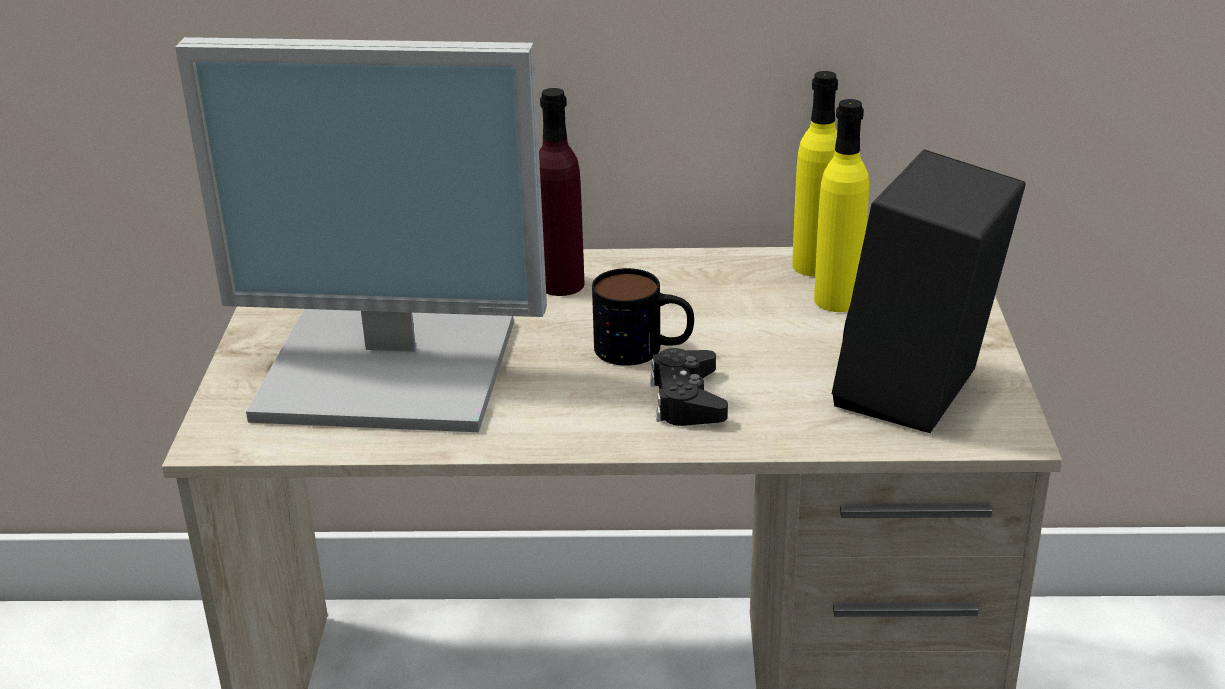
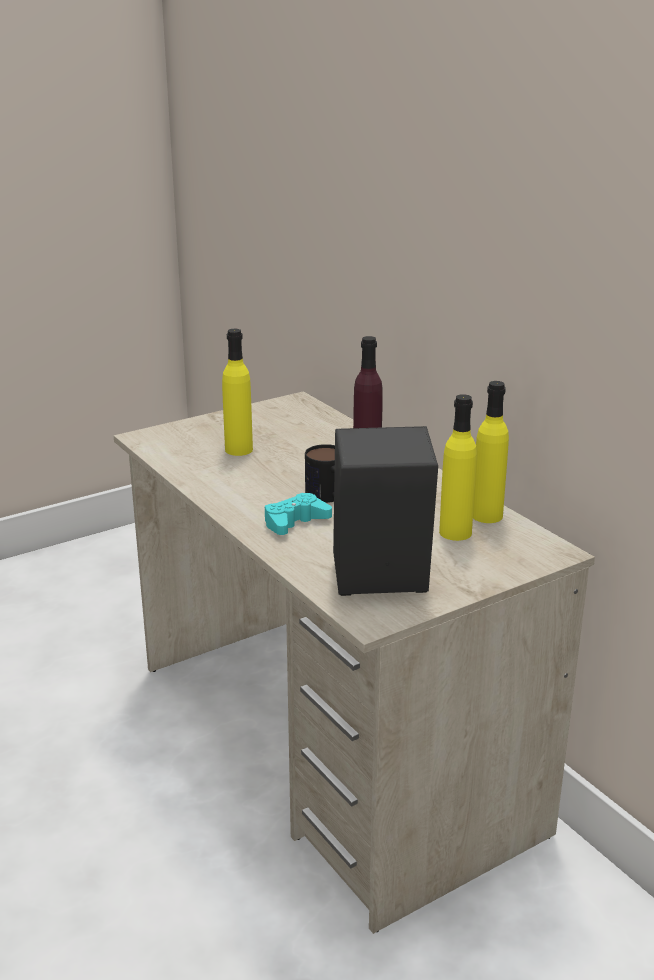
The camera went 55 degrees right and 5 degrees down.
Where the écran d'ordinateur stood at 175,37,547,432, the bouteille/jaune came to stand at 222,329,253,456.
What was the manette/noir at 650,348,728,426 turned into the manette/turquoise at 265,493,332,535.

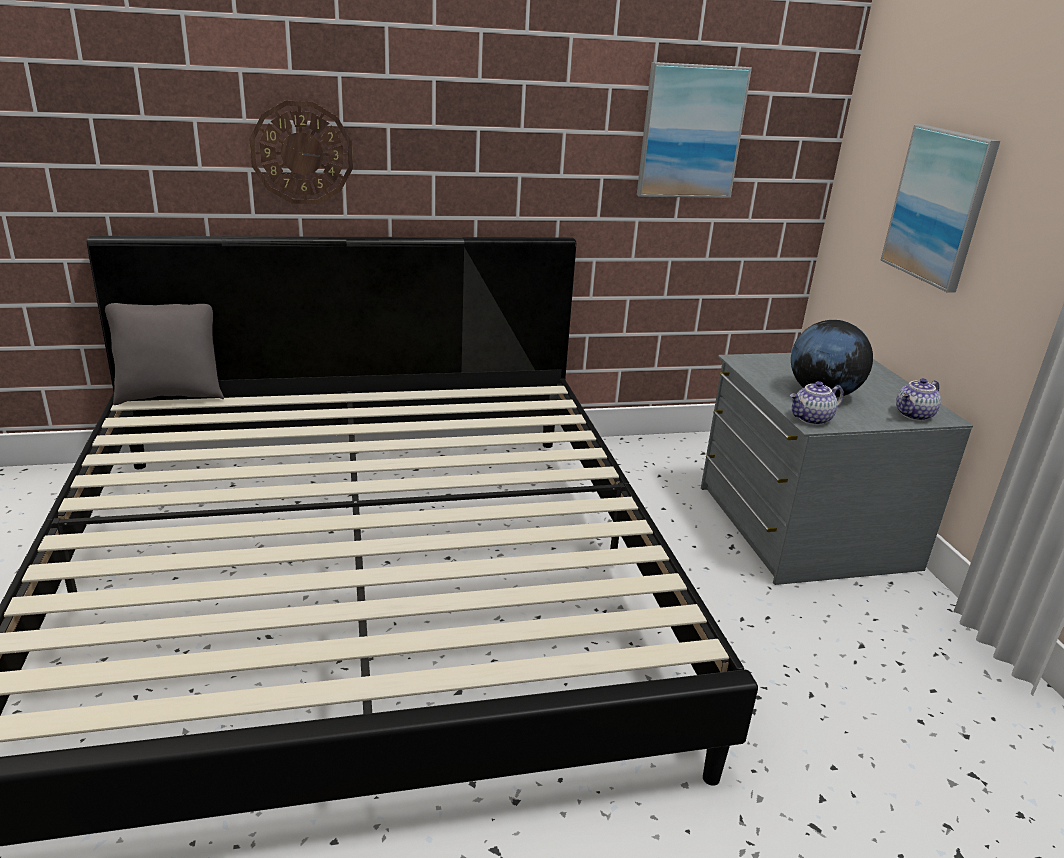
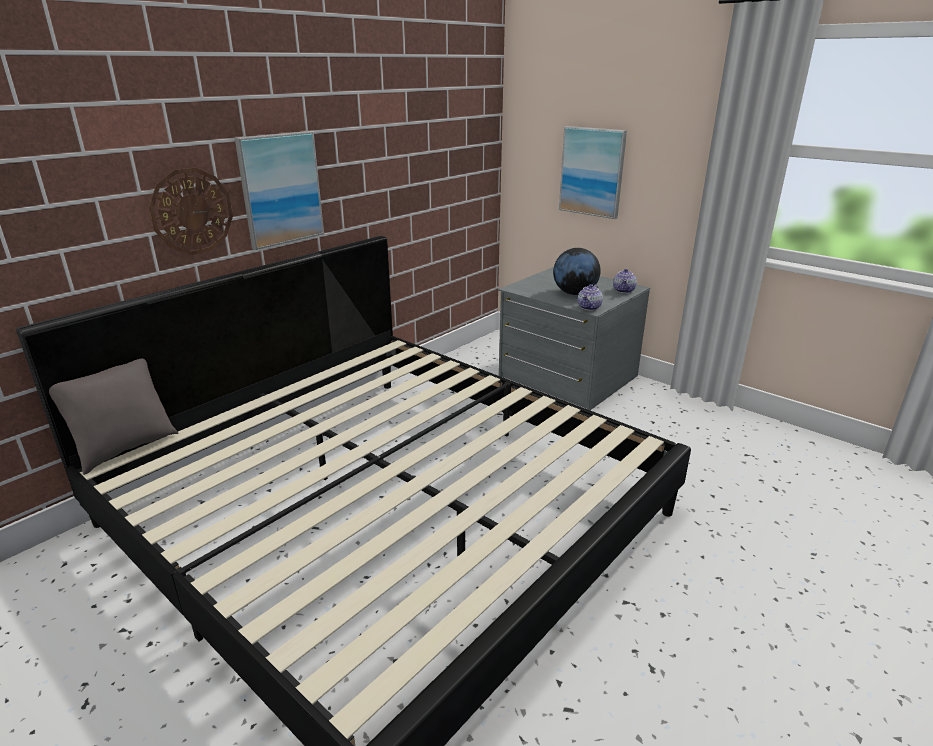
The camera went 35 degrees left and 0 degrees up.
The tableau ended up elsewhere, having gone from 637,62,752,198 to 235,131,324,250.

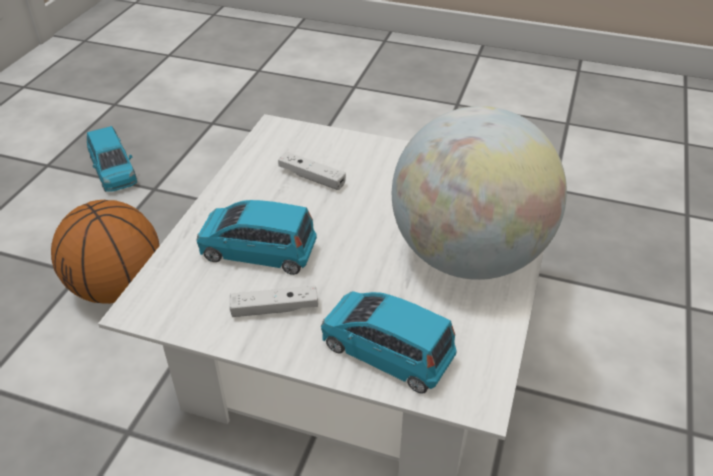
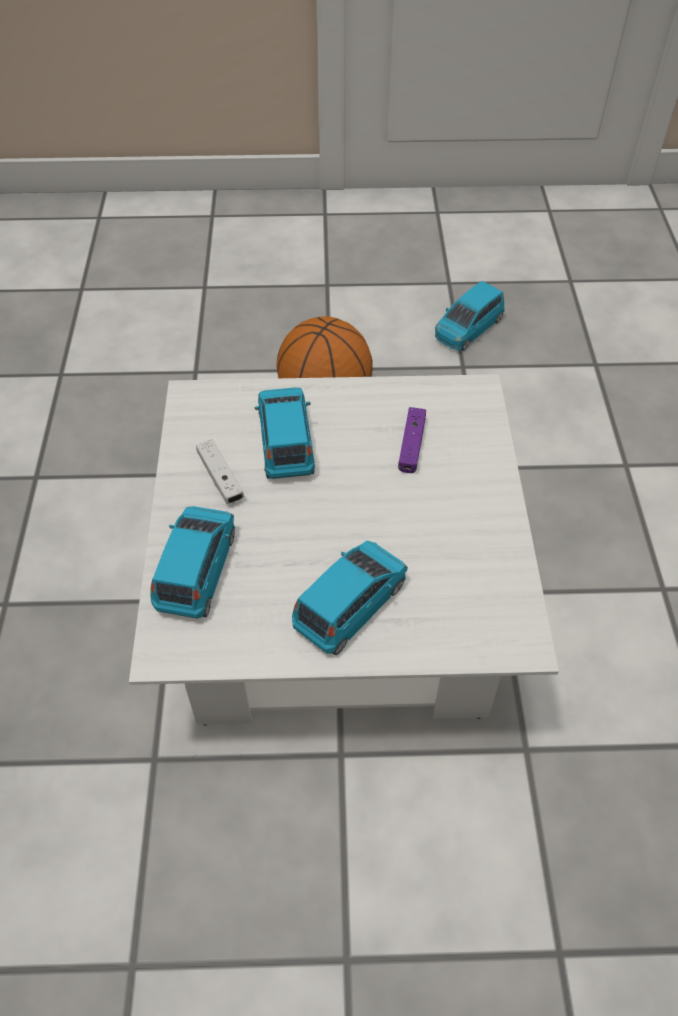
The camera went 70 degrees right and 10 degrees up.
Where the globe stood at 392,106,567,280, the petite voiture/bleu came to stand at 292,541,408,655.
What was the manette/blanc at 278,152,346,190 turned into the manette/violet at 398,407,426,473.

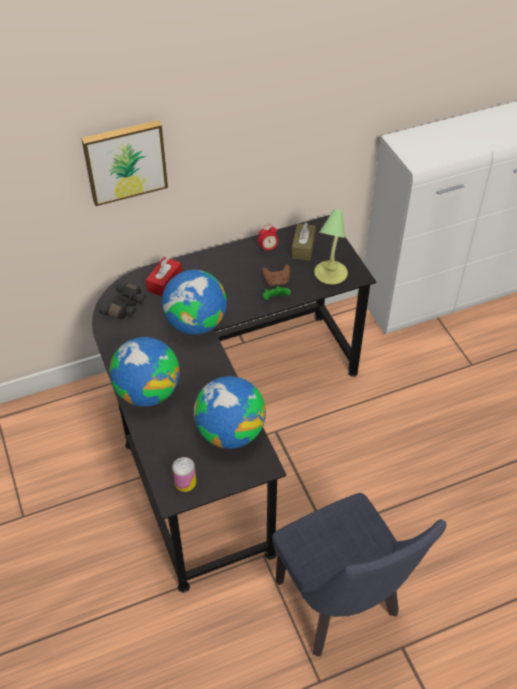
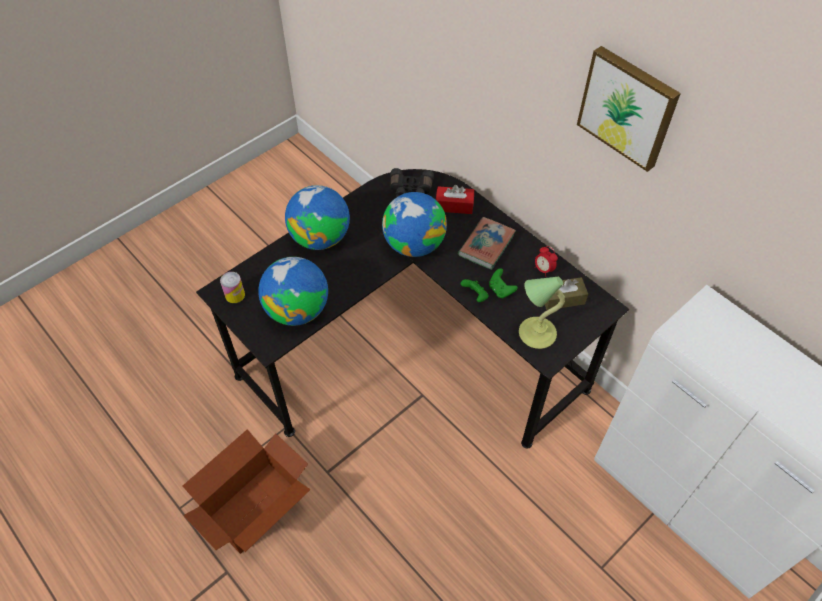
The camera went 70 degrees right and 5 degrees up.
Where the chaise/bleu stood at 272,493,446,656, the carton came to stand at 183,429,311,553.
The second view gained the livre at 458,217,516,270.
What was the manette/marron at 262,264,290,286 turned into the manette/vert at 489,268,518,298.
The tableau ended up elsewhere, having gone from 81,120,168,206 to 577,46,681,172.

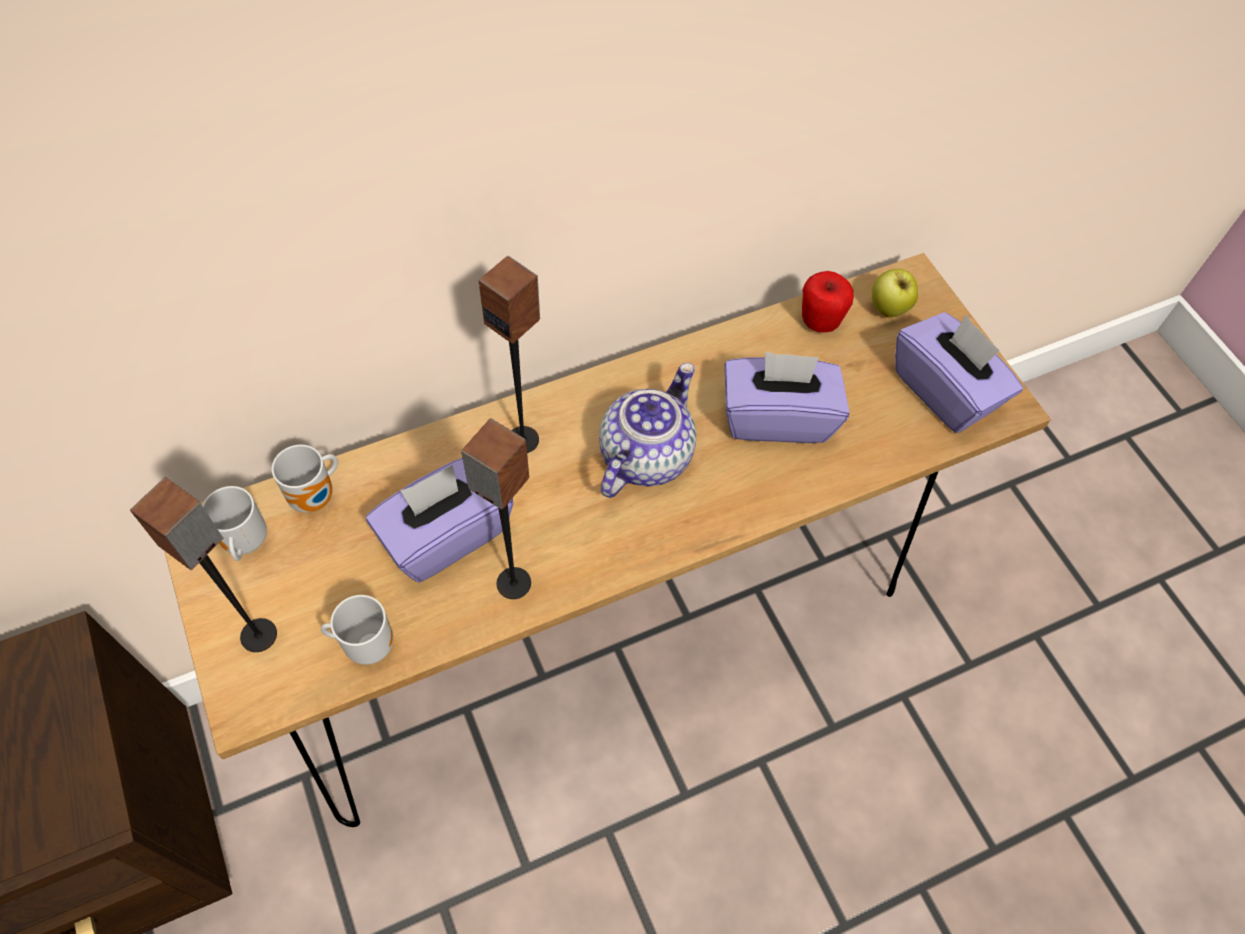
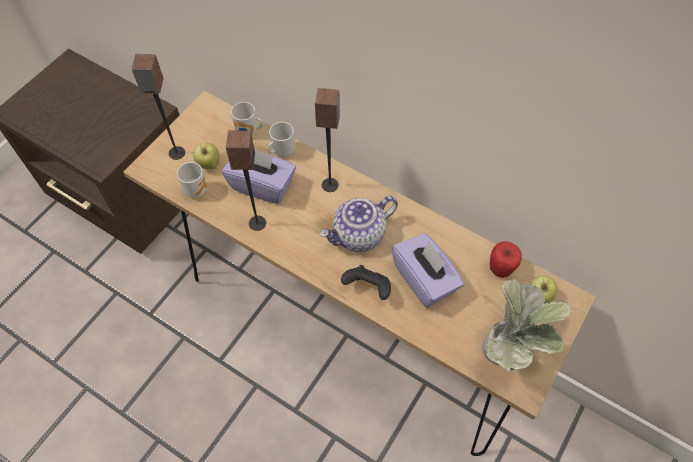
The camera went 60 degrees right and 0 degrees up.
The second view gained the pomme at 193,143,220,169.
The mug ended up elsewhere, having gone from 202,486,267,561 to 267,122,295,157.
The théière at 599,363,696,498 ended up facing another way, 150 degrees clockwise from before.
The second view gained the manette/noir at 341,265,391,300.
Where the boîte à mouchoirs/violet stood at 895,312,1023,433, the plante en pot came to stand at 482,278,571,371.

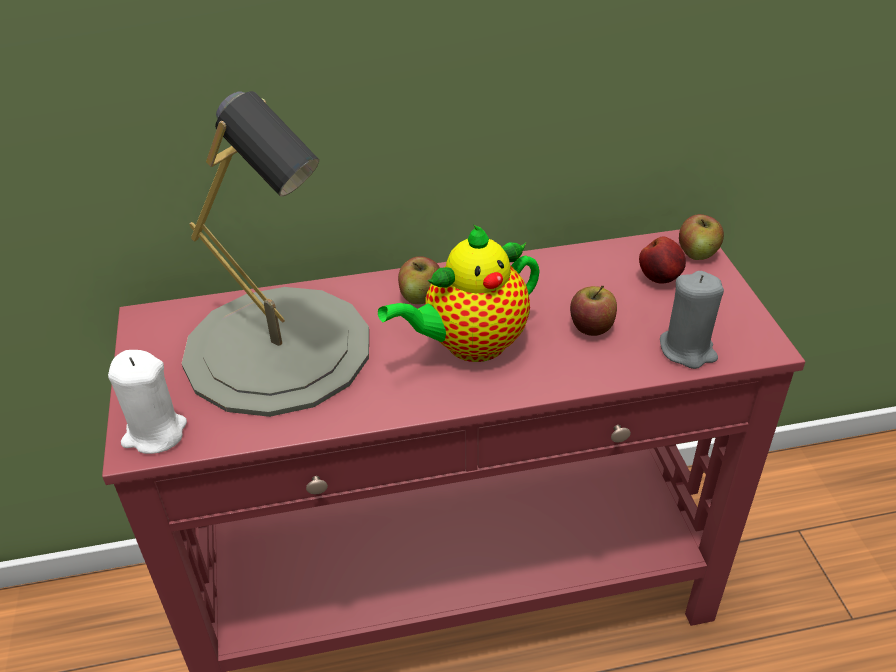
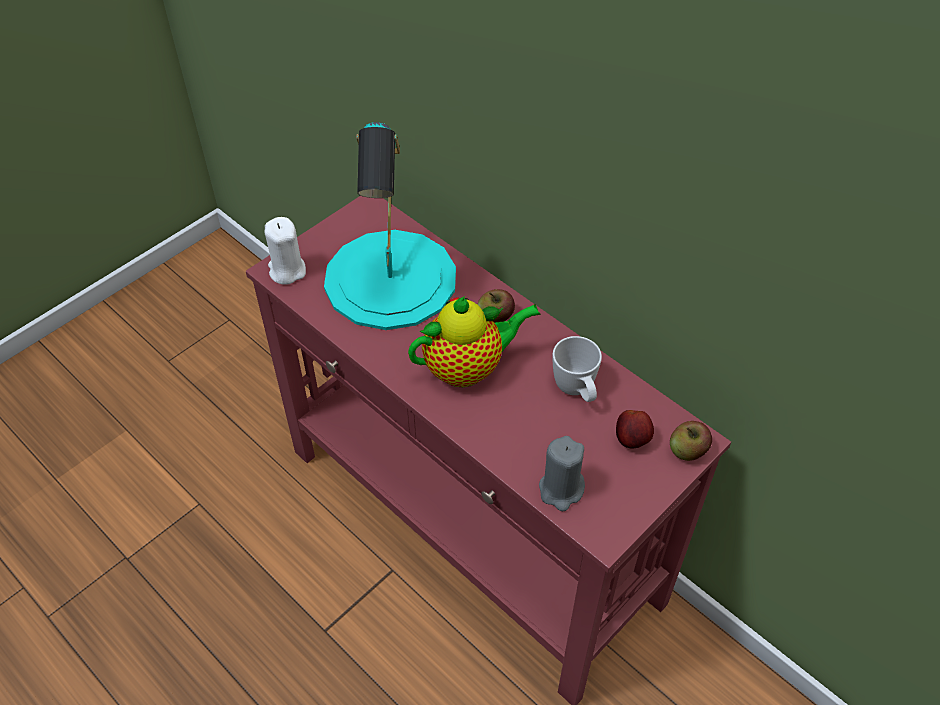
The camera went 55 degrees right and 10 degrees up.
What was the lampe de table/gris at 182,91,369,417 turned into the lampe de table/turquoise at 324,122,456,330.
The théière at 378,225,540,362 ended up facing another way, 135 degrees clockwise from before.
The second view gained the mug/blanc at 552,336,602,402.
The second view lost the pomme at 570,286,617,336.

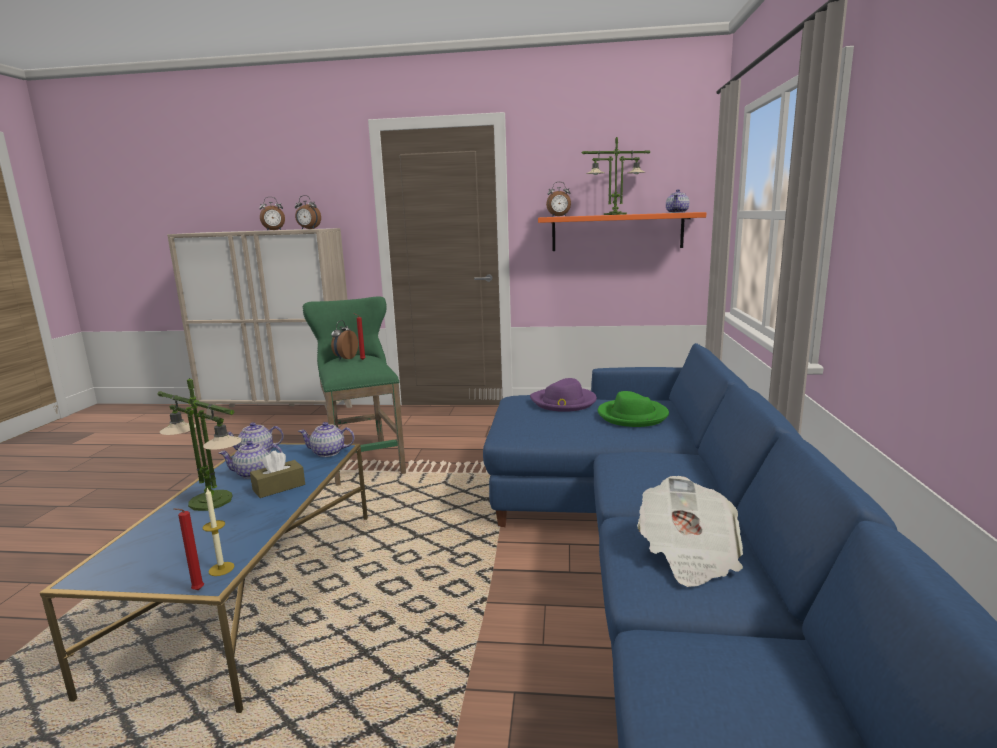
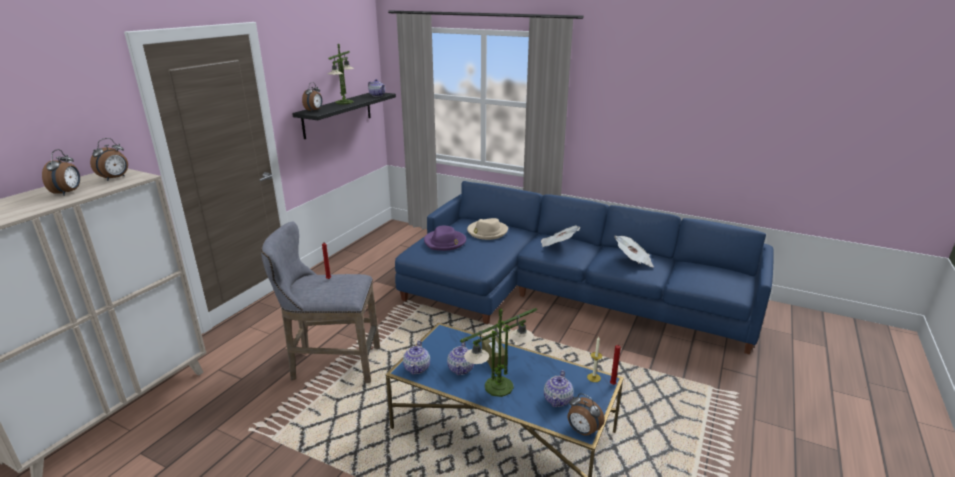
The camera went 70 degrees left and 10 degrees up.
What was the tabouret/vert at 303,297,406,486 turned into the tabouret/gris at 261,222,380,383.
What was the étagère/orange at 538,212,706,251 turned into the étagère/noir at 292,93,396,139.
What was the chapeau/vert at 598,391,669,427 turned into the chapeau/beige at 467,218,508,240.
The second view gained the journal at 541,225,580,247.
The théière ended up elsewhere, having gone from 298,422,355,457 to 544,370,574,407.
The réveil ended up elsewhere, having gone from 331,320,358,360 to 567,393,605,437.

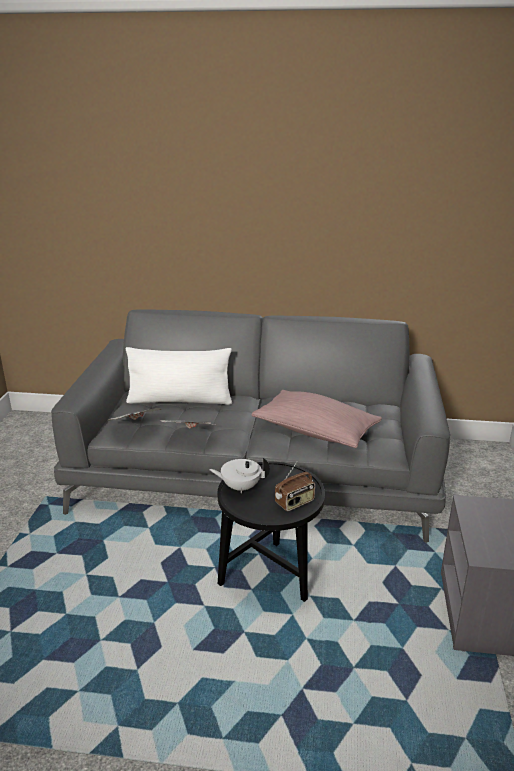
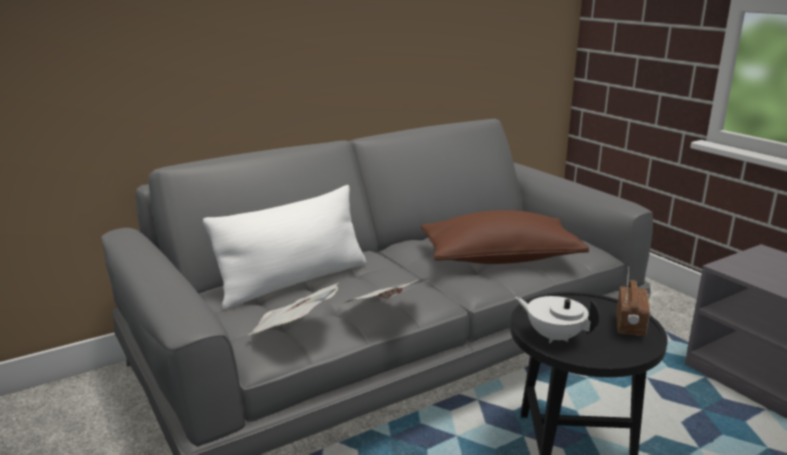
The camera went 40 degrees left and 5 degrees down.
What was the coussin/rose at 251,390,382,448 turned into the coussin/marron at 421,210,589,264.
The théière/blanc at 209,458,270,493 ended up facing another way, 75 degrees clockwise from before.

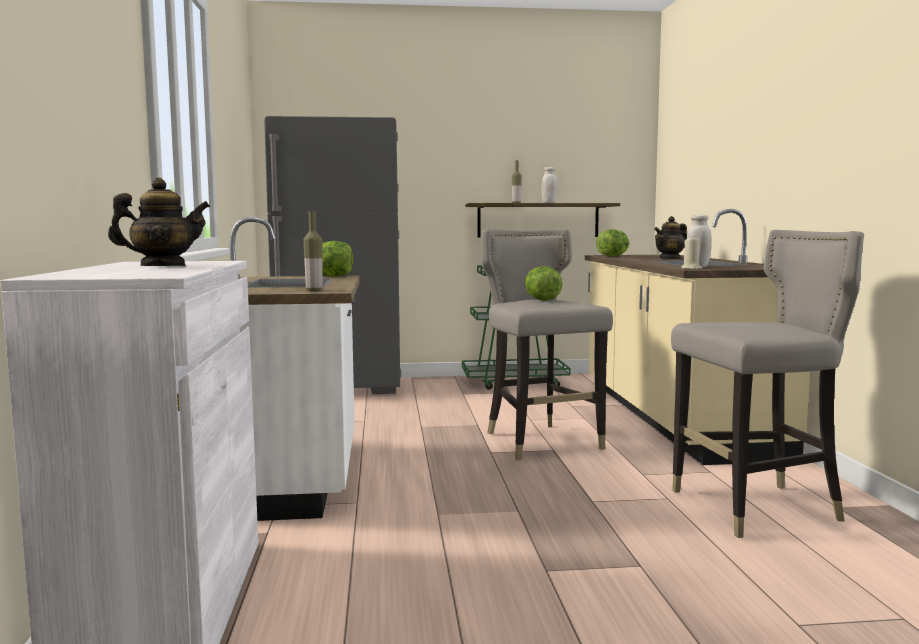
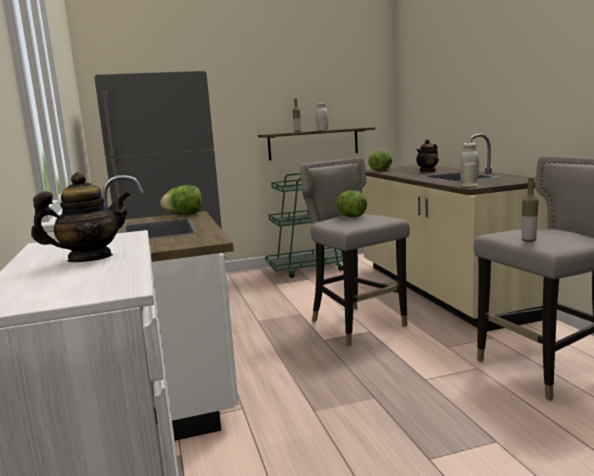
The camera went 10 degrees left and 5 degrees up.
The bouteille ended up elsewhere, having gone from 303,211,323,291 to 522,178,538,242.

